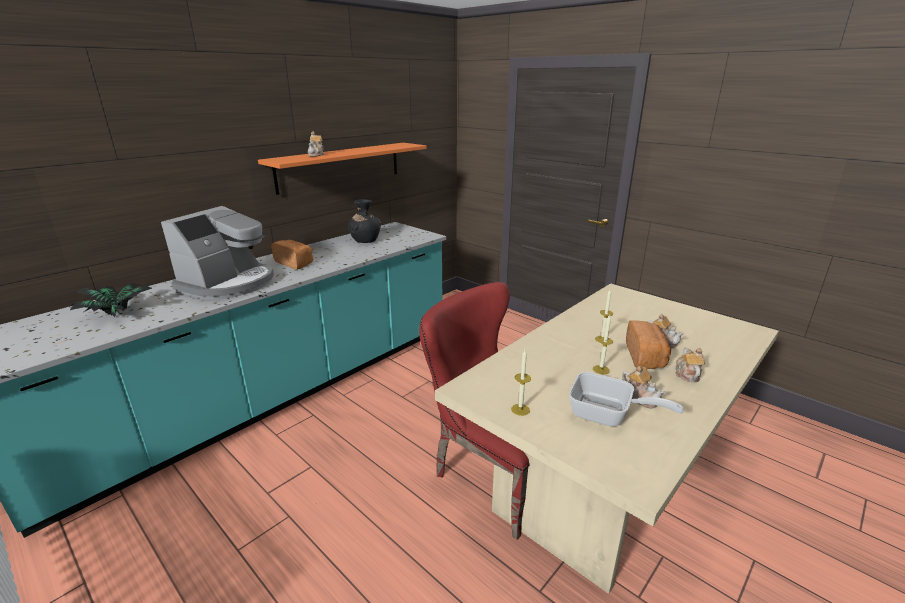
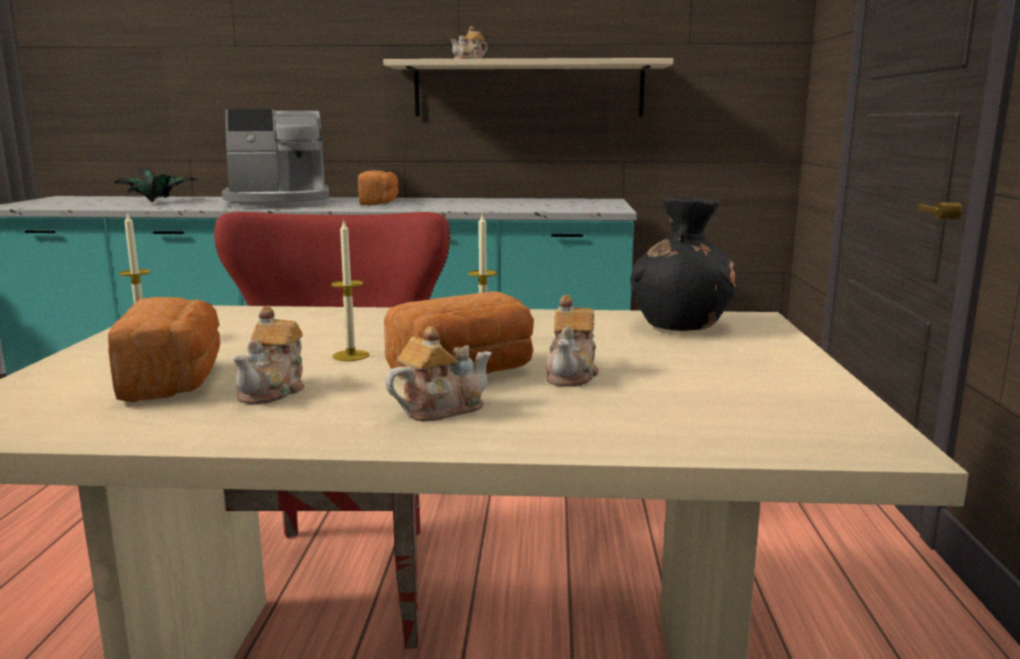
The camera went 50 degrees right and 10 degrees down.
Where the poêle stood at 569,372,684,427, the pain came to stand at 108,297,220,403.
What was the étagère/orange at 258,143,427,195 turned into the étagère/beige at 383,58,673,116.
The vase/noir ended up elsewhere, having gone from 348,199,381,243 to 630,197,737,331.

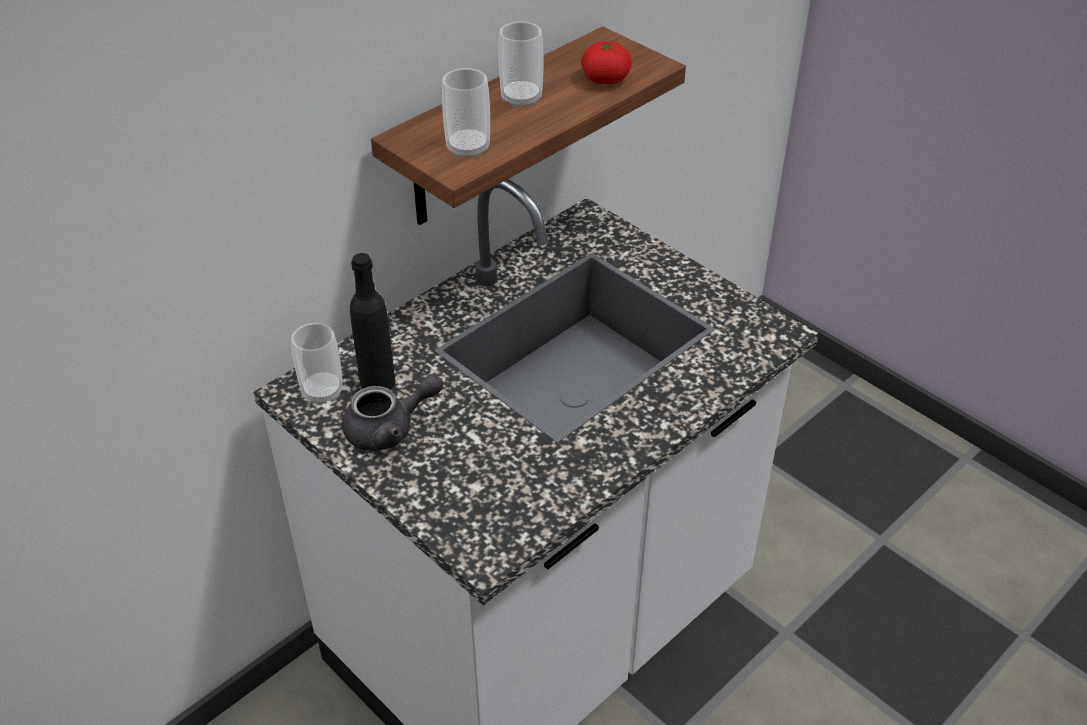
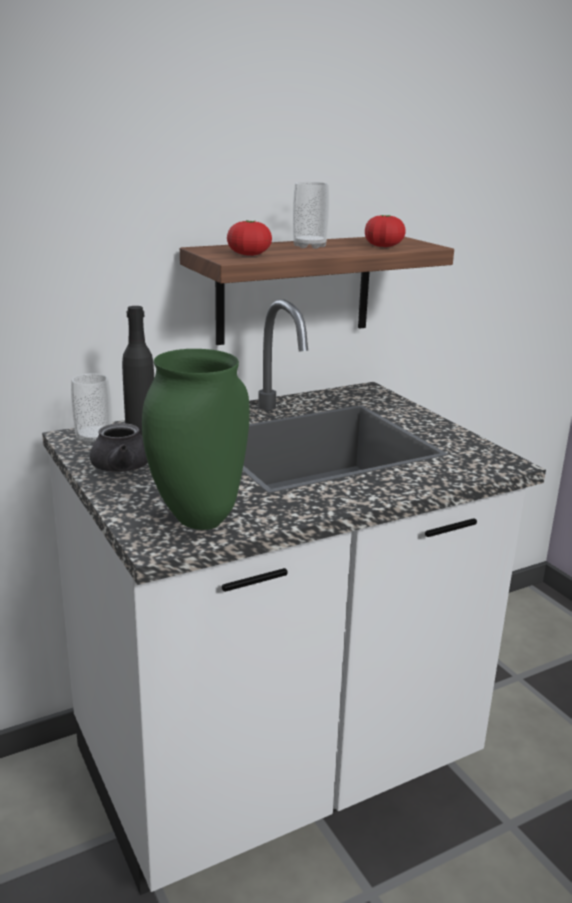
The camera went 15 degrees right and 20 degrees down.
The second view gained the vase/vert at 142,349,249,530.
Where the tasse stood at 442,68,490,159, the tomate came to stand at 227,220,272,256.

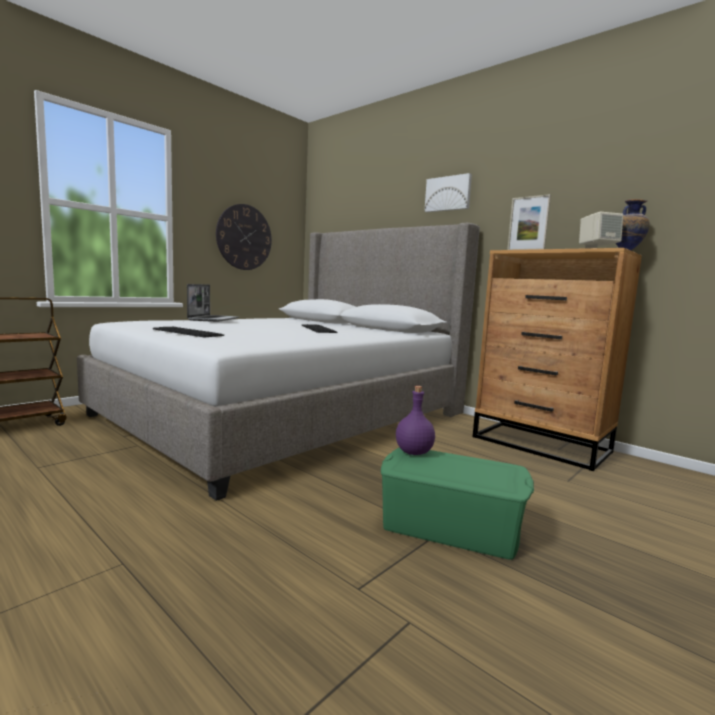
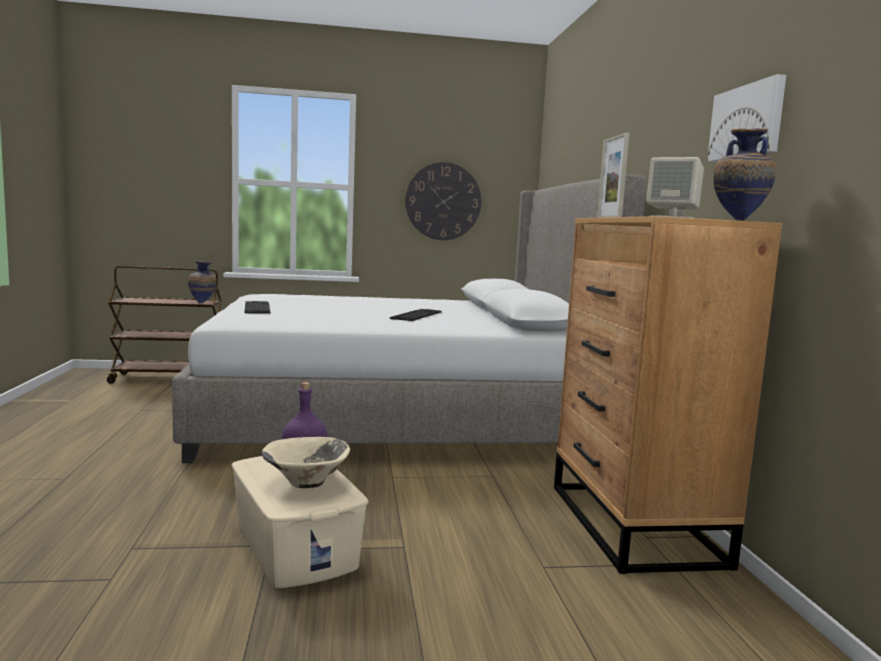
The camera went 40 degrees right and 0 degrees up.
The second view gained the vase at 188,261,217,303.
What was the boîte de rangement/vert at 381,447,534,560 turned into the boîte de rangement/beige at 232,456,369,588.
The second view gained the bol/beige at 261,437,350,488.
The tableau ended up elsewhere, having gone from 424,173,472,212 to 707,74,786,162.
The second view lost the ordinateur portable at 187,284,239,322.

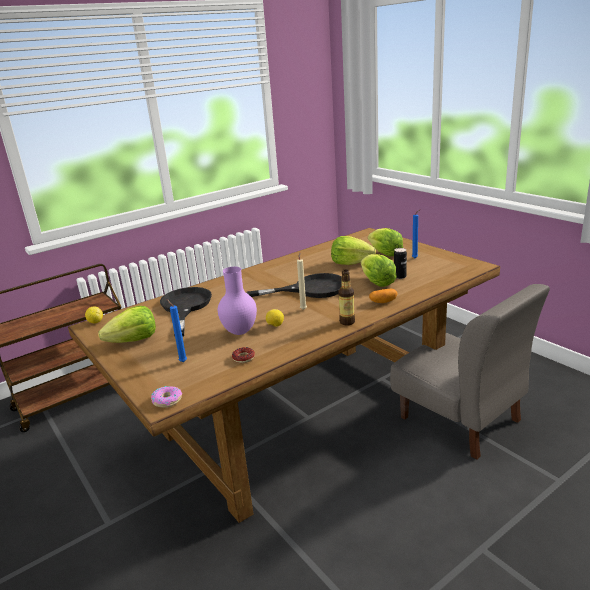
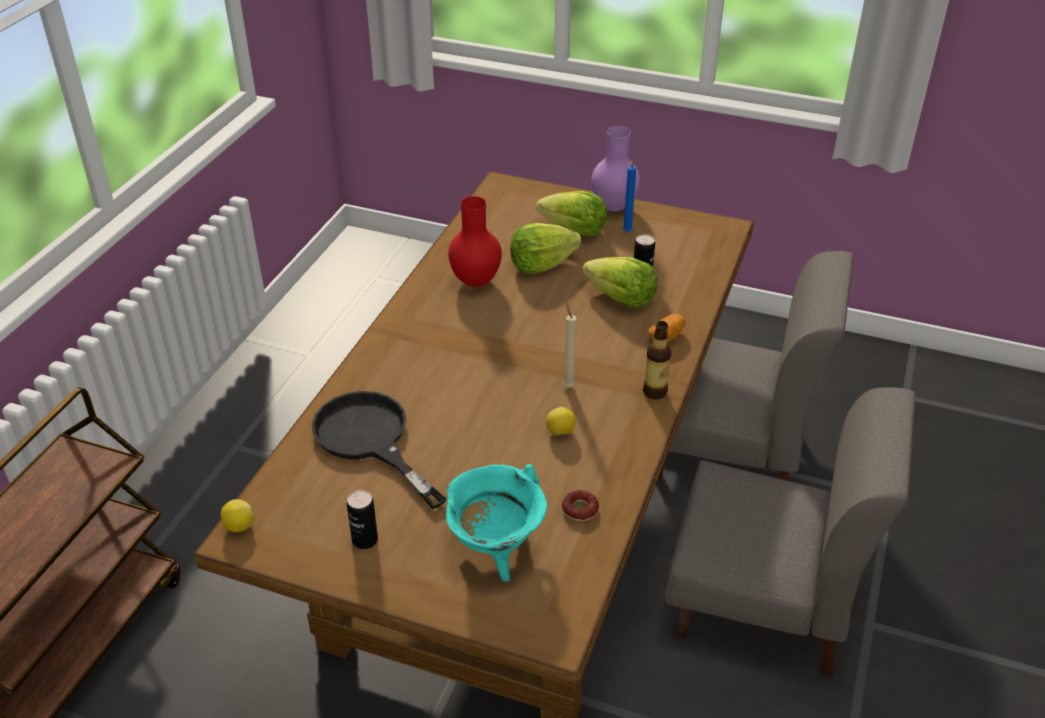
The camera went 35 degrees left and 15 degrees up.
Where the laitue stood at 98,306,156,343, the boîte métallique came to stand at 347,490,378,549.
Where the bougie/bleu stood at 167,299,187,362, the marmite/turquoise came to stand at 446,464,547,582.
The second view gained the vase/rouge at 448,196,502,287.
The vase/violet ended up elsewhere, having gone from 218,266,257,335 to 591,126,640,211.
The second view gained the chaise/gris at 665,387,916,675.
The second view lost the beignet at 151,386,182,408.
The second view lost the poêle/noir at 246,273,342,298.

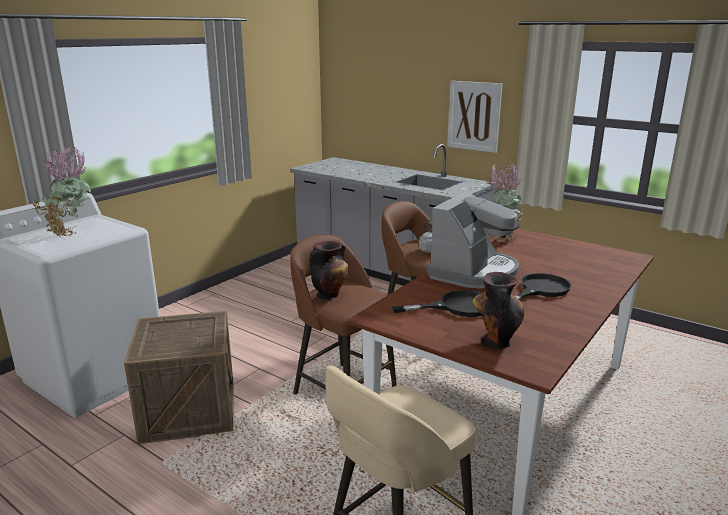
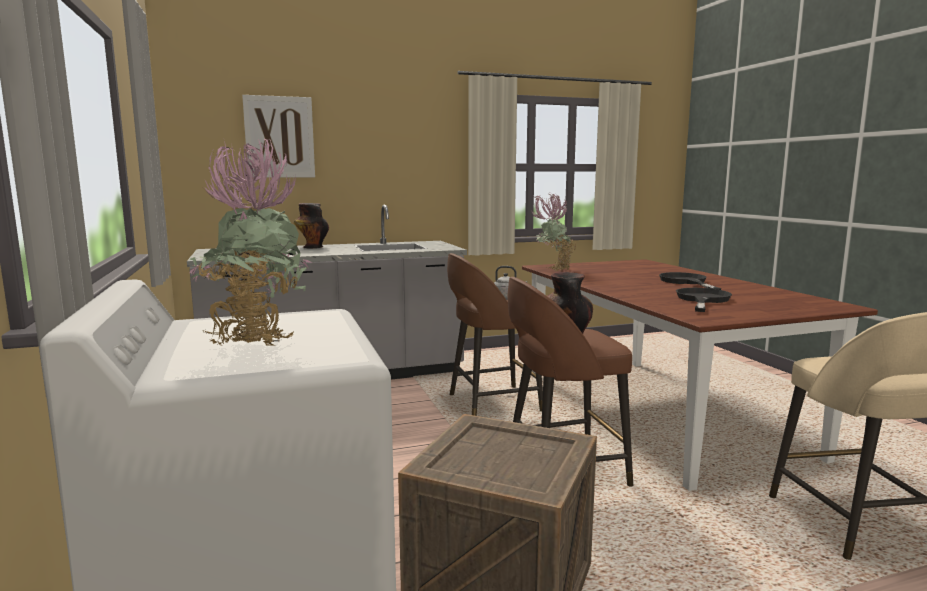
The camera went 55 degrees left and 10 degrees down.
The tableau ended up elsewhere, having gone from 447,81,503,153 to 242,95,315,177.
The vase ended up elsewhere, having gone from 472,272,524,349 to 294,203,329,249.
The second view lost the machine à café at 426,192,520,288.

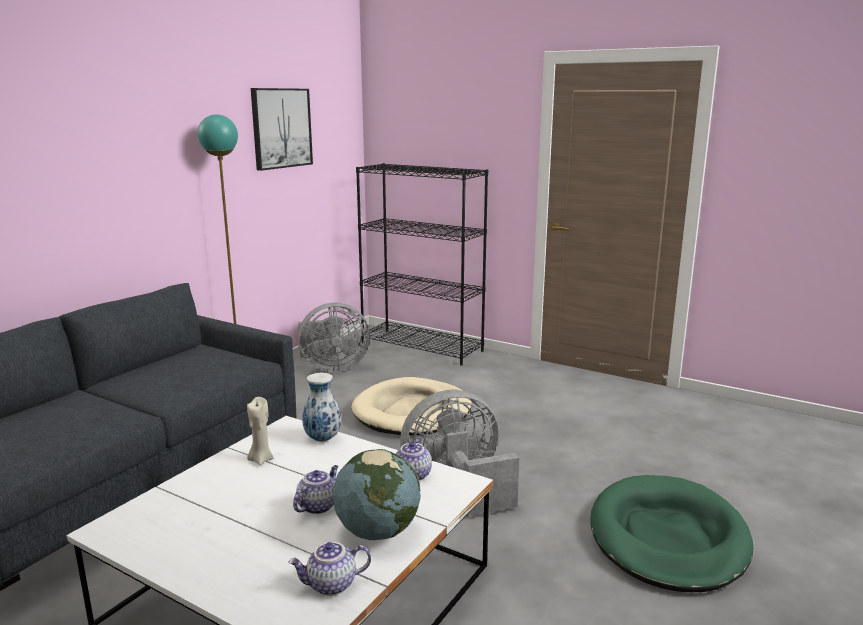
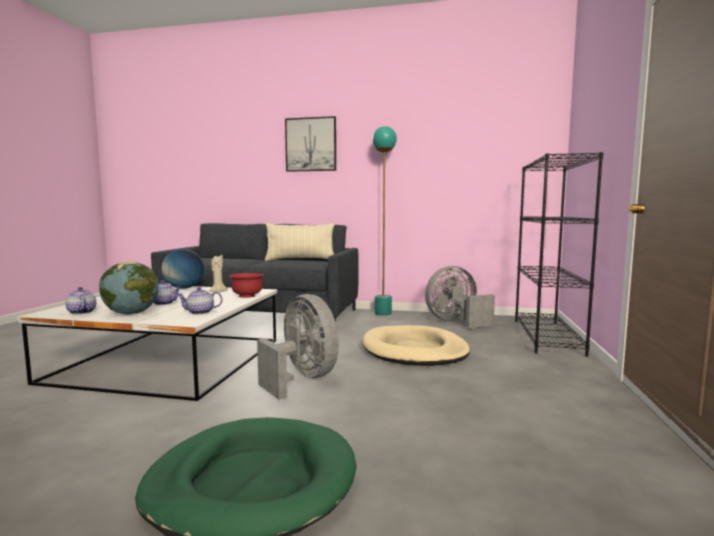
The camera went 70 degrees right and 10 degrees down.
The second view gained the globe at 161,249,204,289.
Where the vase stood at 302,373,341,442, the bol/rouge came to stand at 229,273,264,298.
The second view gained the coussin/beige at 265,223,335,261.
The tableau ended up elsewhere, having gone from 251,88,313,171 to 285,116,336,172.
The ventilateur/gris at 298,303,370,372 ended up facing another way, 105 degrees clockwise from before.

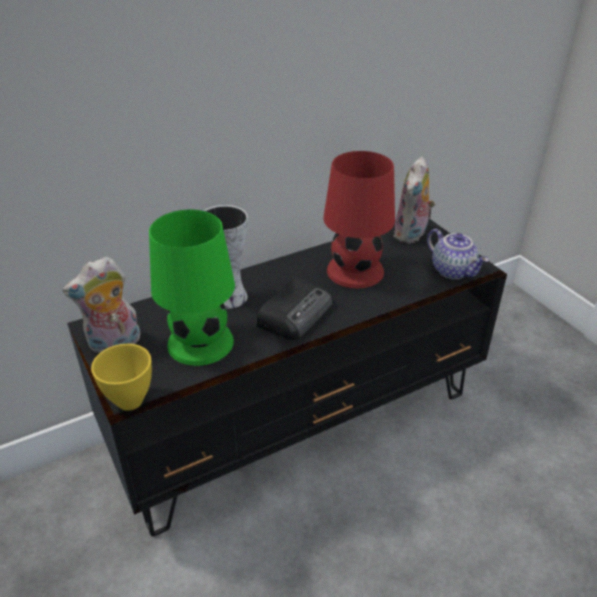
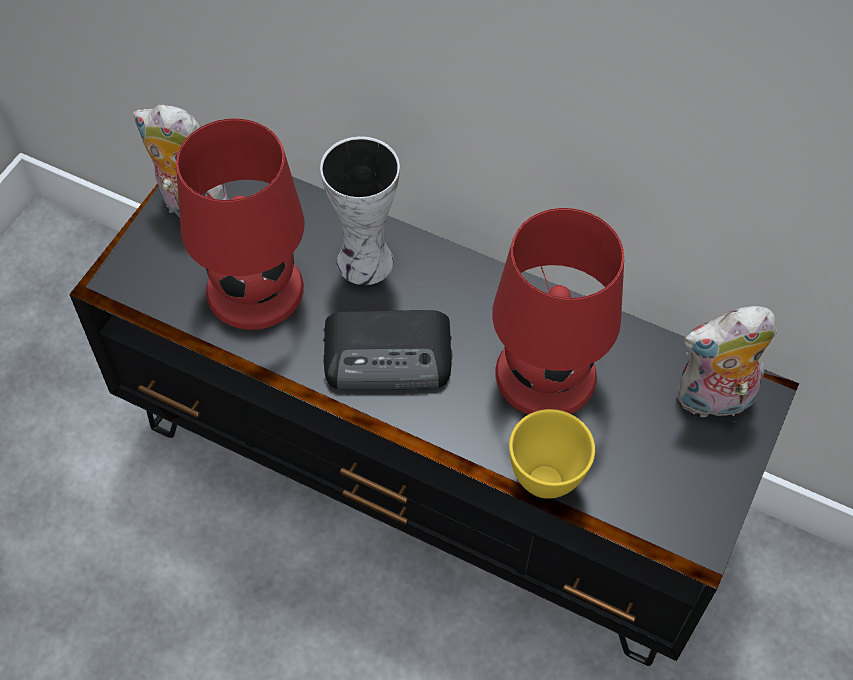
The camera went 55 degrees right and 20 degrees up.
What was the lampe de table/vert at 149,210,235,366 turned into the lampe de table/rouge at 176,119,305,330.
The bol/jaune ended up elsewhere, having gone from 91,344,152,411 to 509,409,595,499.
The second view lost the théière at 427,229,489,279.

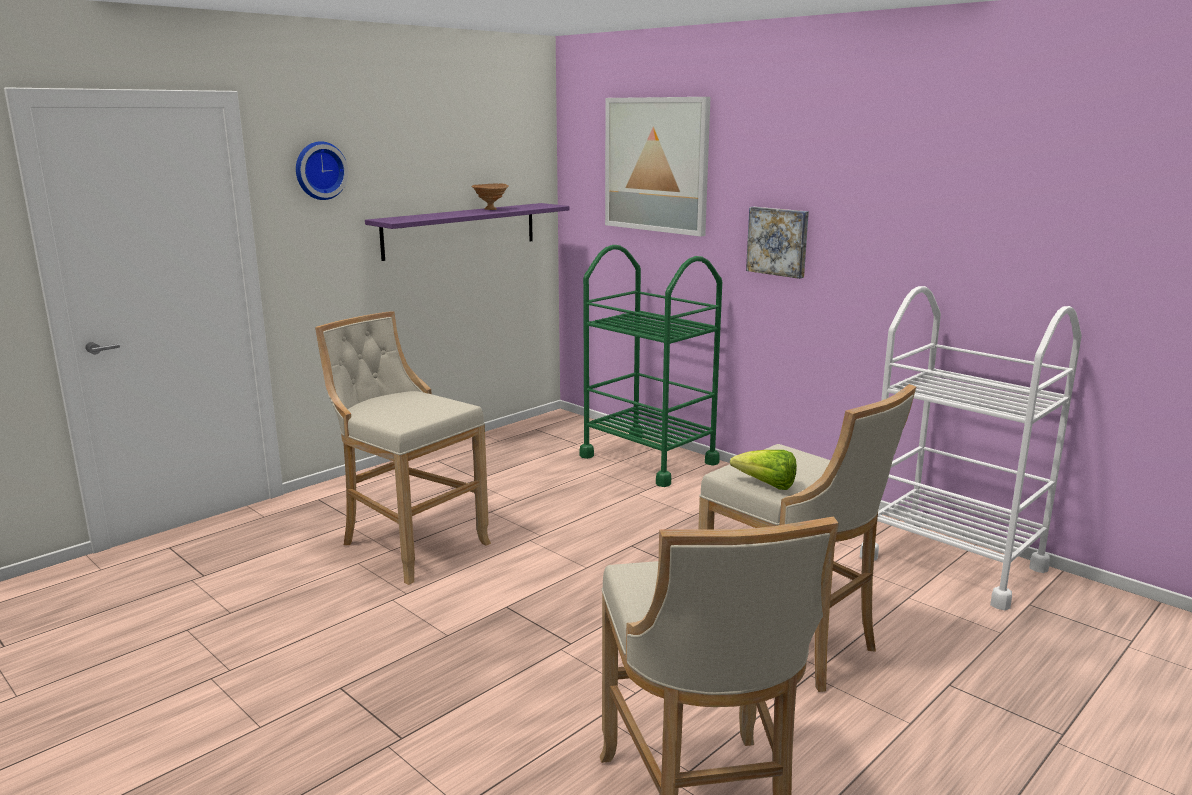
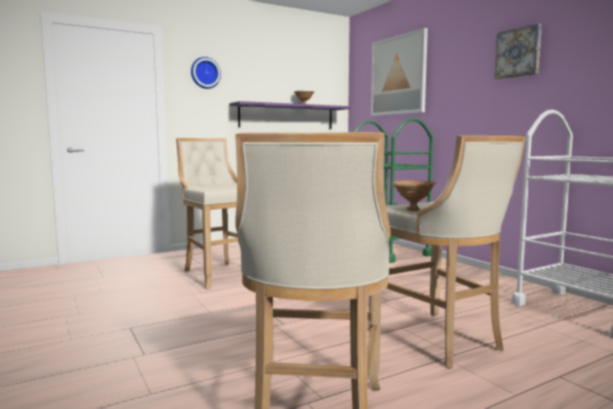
The camera went 15 degrees right and 10 degrees down.
Where the laitue stood at 730,450,797,490, the bol/marron came to stand at 392,180,436,211.
The tableau ended up elsewhere, having gone from 746,207,809,279 to 495,23,542,79.

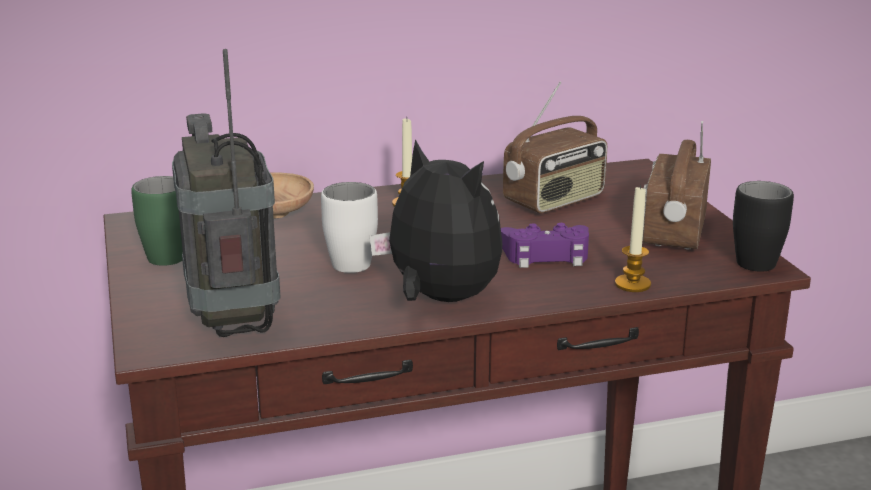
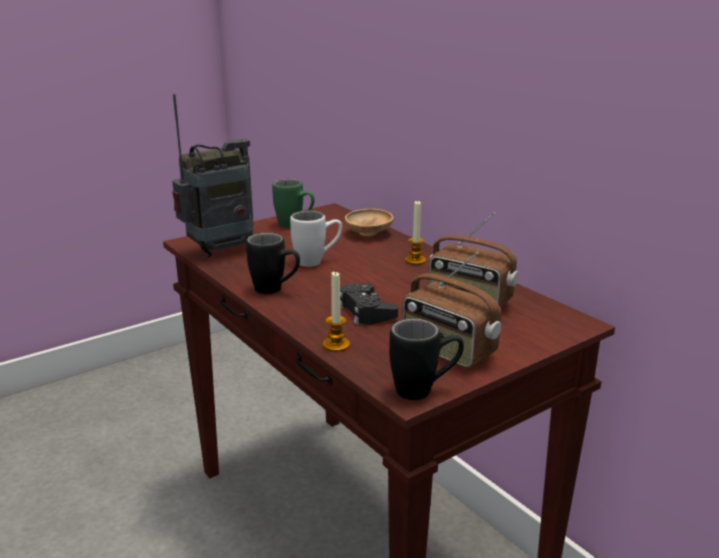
The camera went 70 degrees right and 0 degrees up.
Where the peluche stood at 370,139,503,302, the mug/noir came to stand at 246,233,300,294.
What was the manette/violet at 501,223,589,268 turned into the manette/noir at 340,283,398,325.
The radio at 642,121,711,250 ended up facing another way, 135 degrees counterclockwise from before.

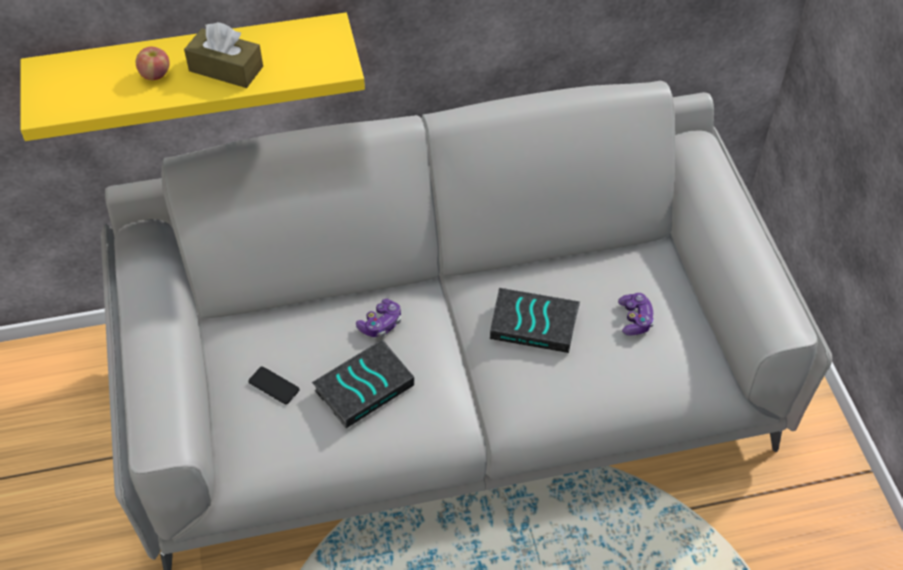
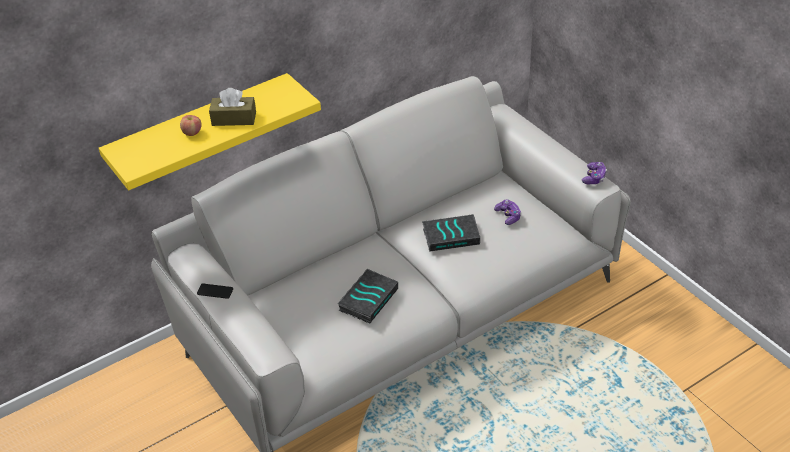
The camera went 20 degrees left and 10 degrees down.
The téléphone ended up elsewhere, having gone from 248,367,300,404 to 197,284,233,299.
The manette ended up elsewhere, having gone from 356,299,401,337 to 582,162,607,184.

